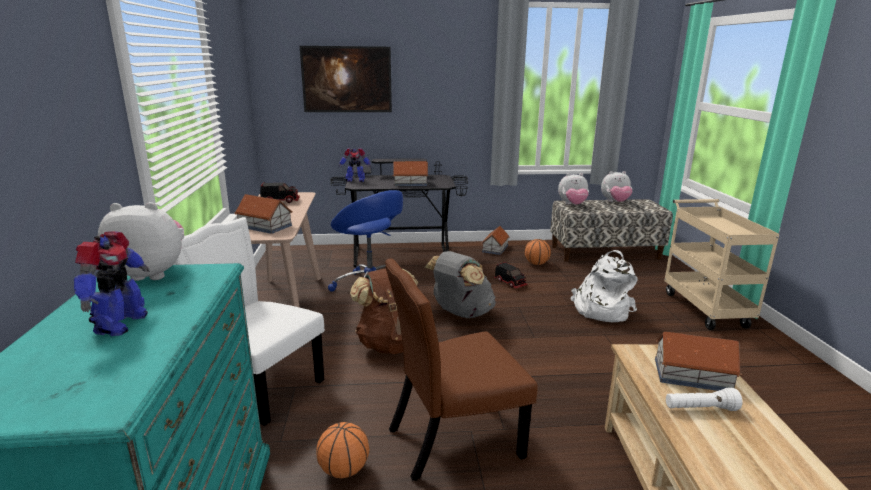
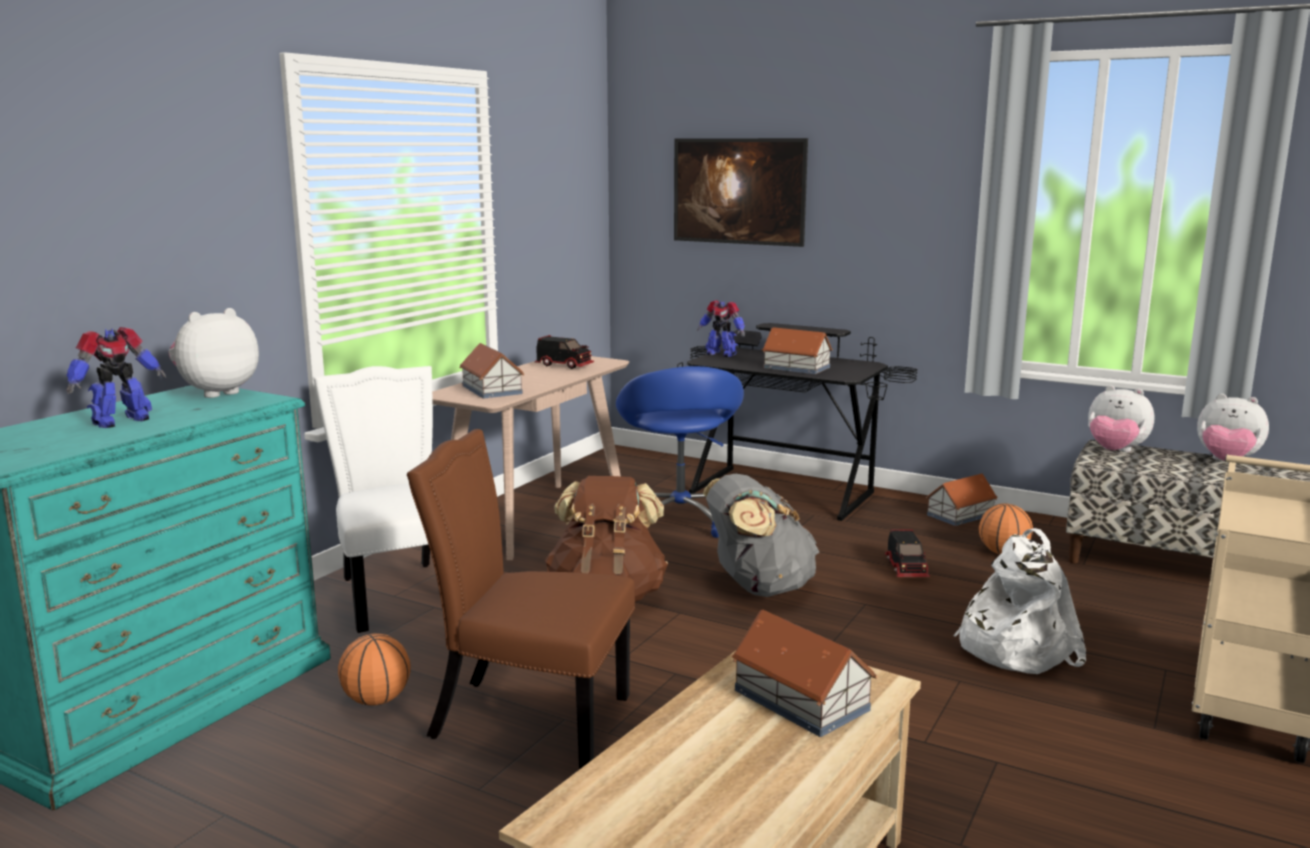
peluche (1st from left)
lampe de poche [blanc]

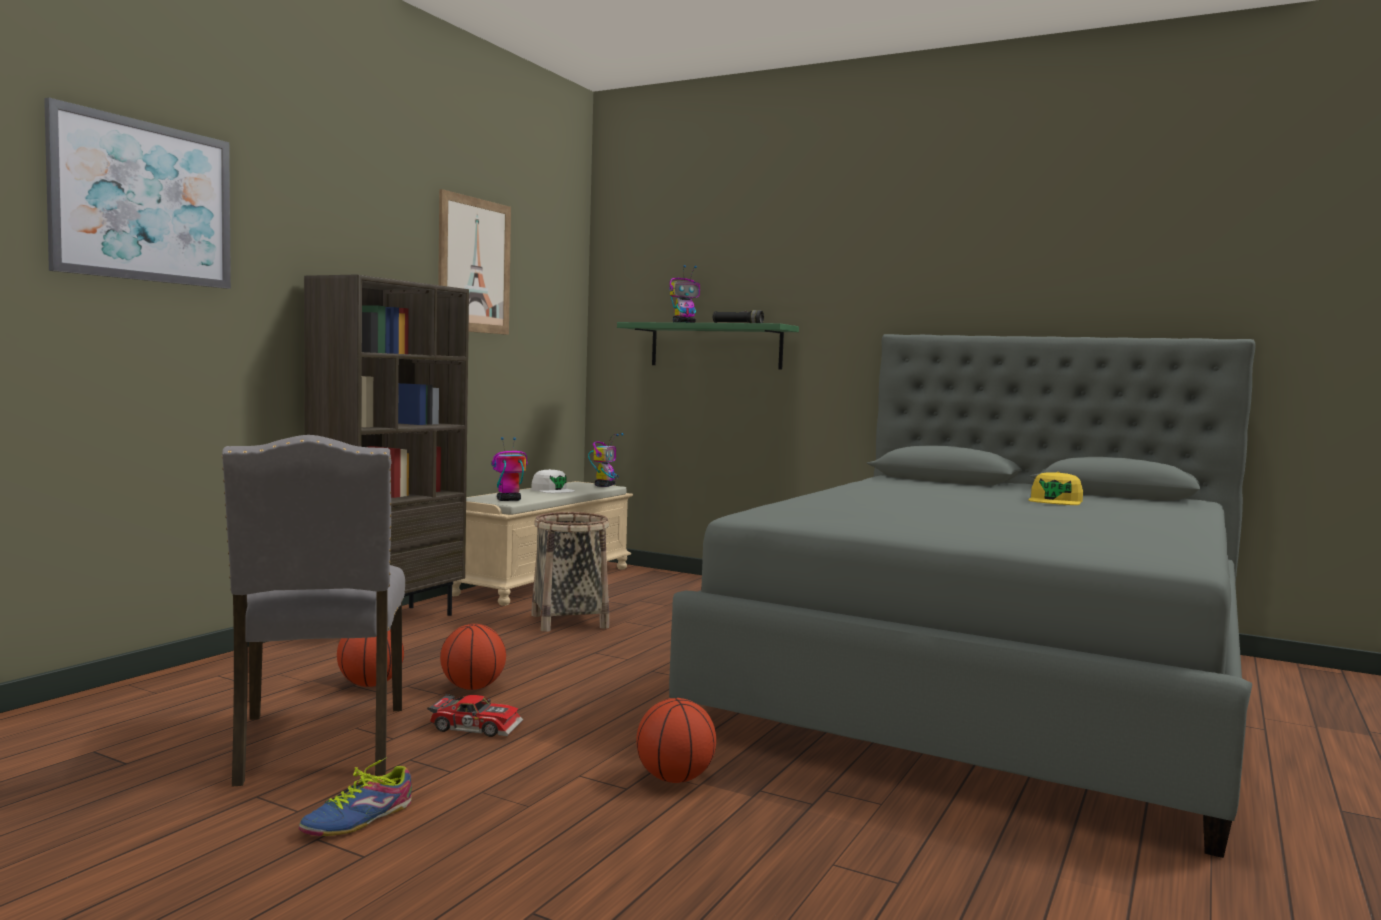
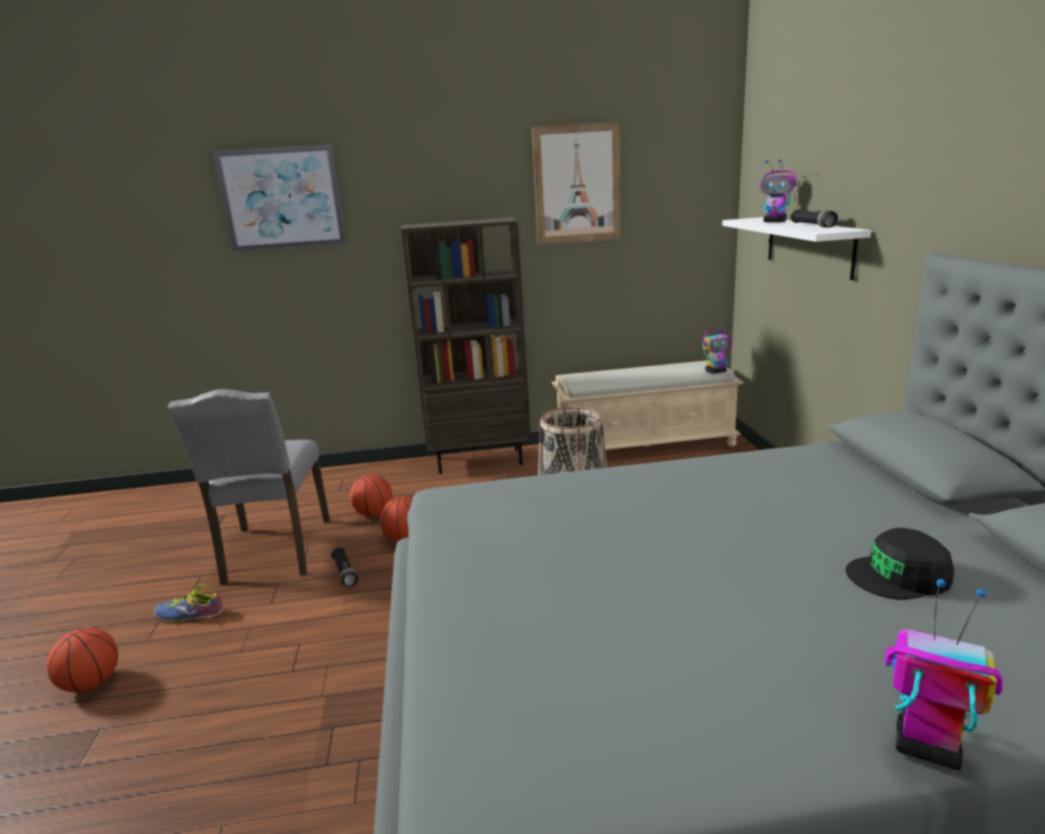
étagère [blanc]
chaise [gris]
robot jouet (3rd from left)
casquette [blanc]
casquette [noir]
lampe de poche [noir] (1st from left)
ballon de basket (1st from left)

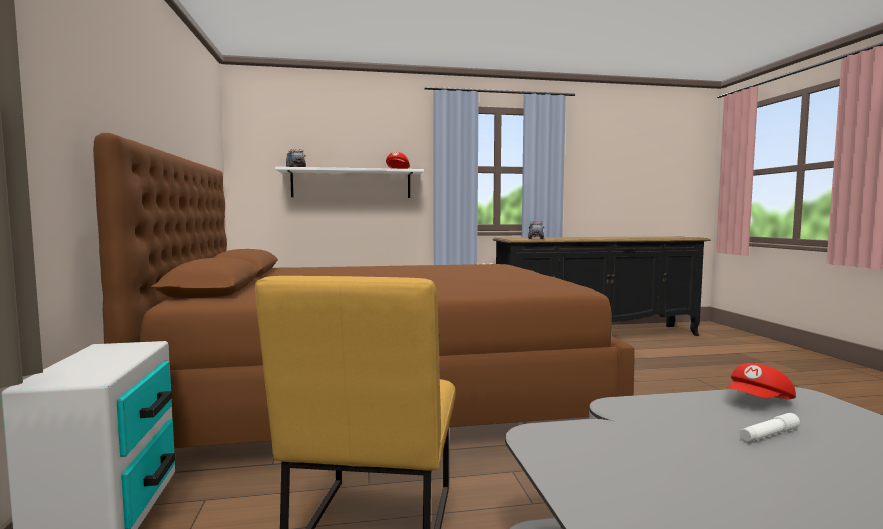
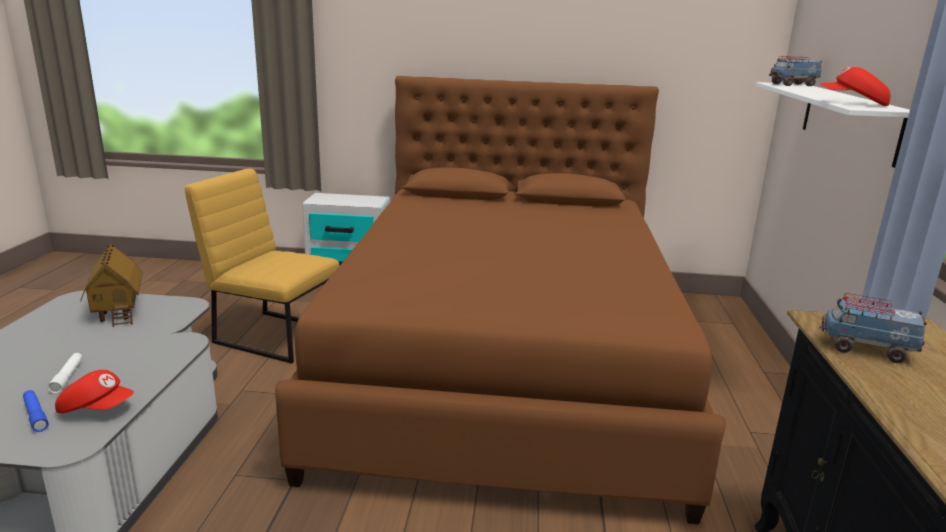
casquette [rouge] (1st from left)
maison miniature
lampe de poche [bleu]

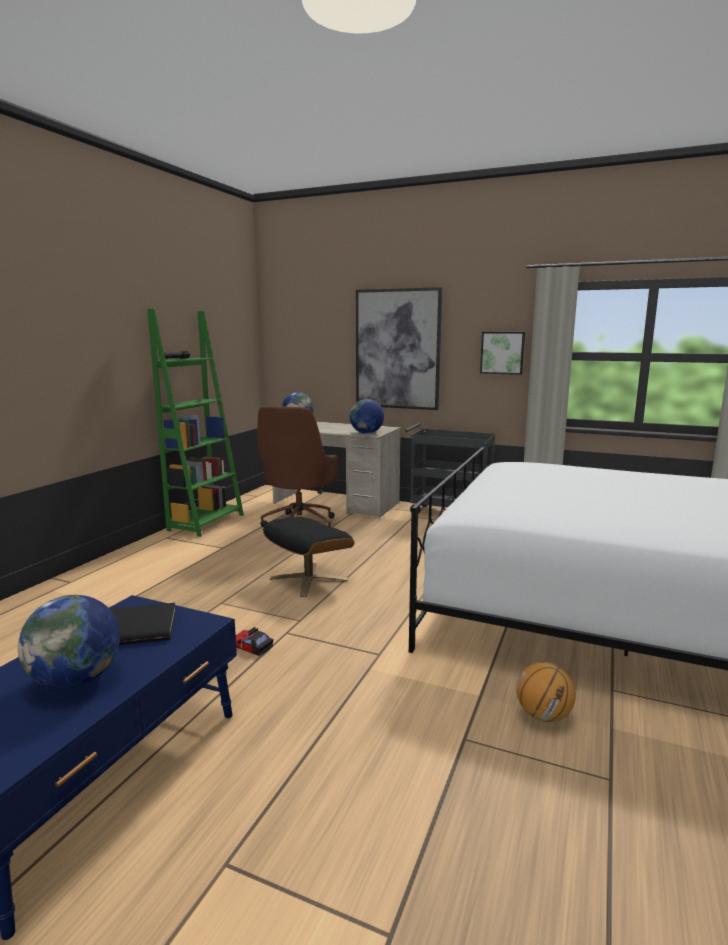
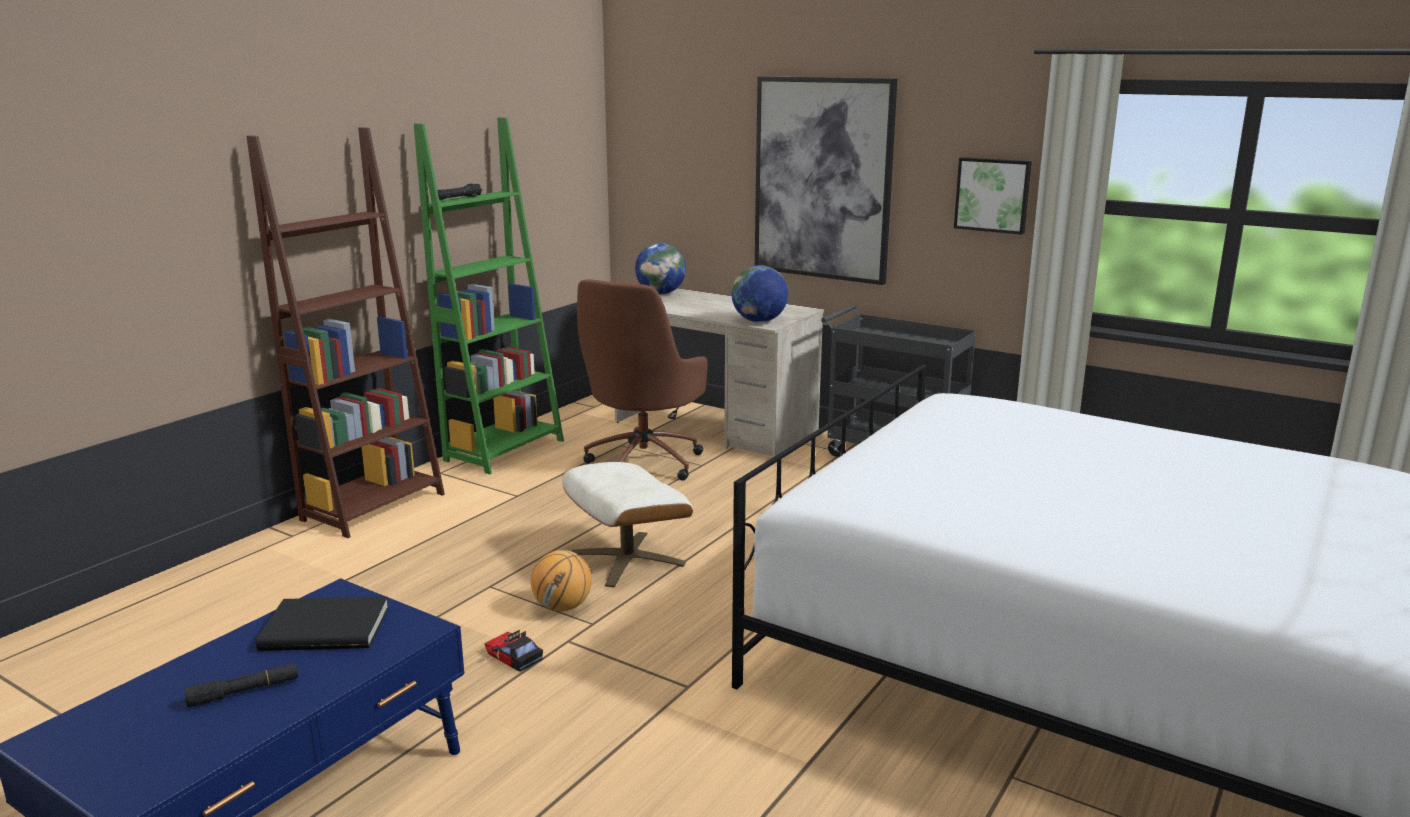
pouf [beige]
lampe de poche [noir] (1st from left)
ballon de basket
bibliothèque [marron]

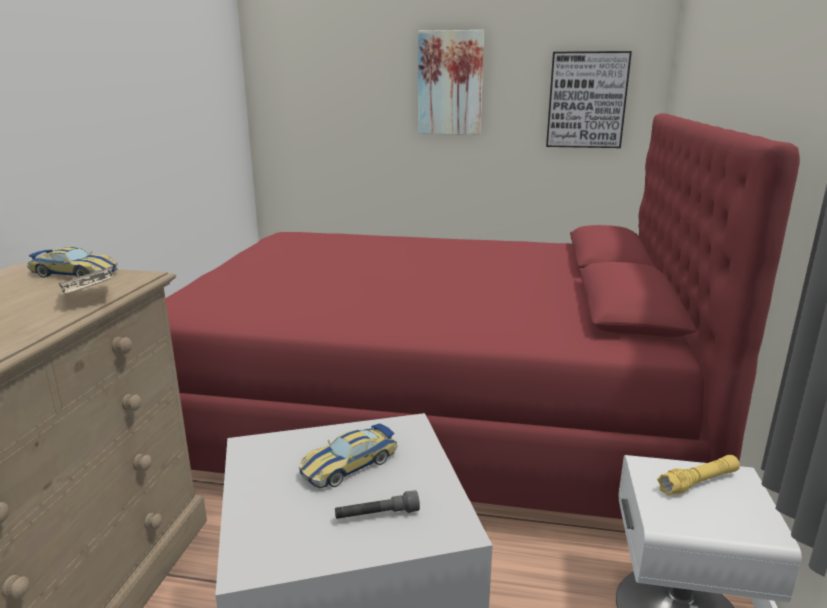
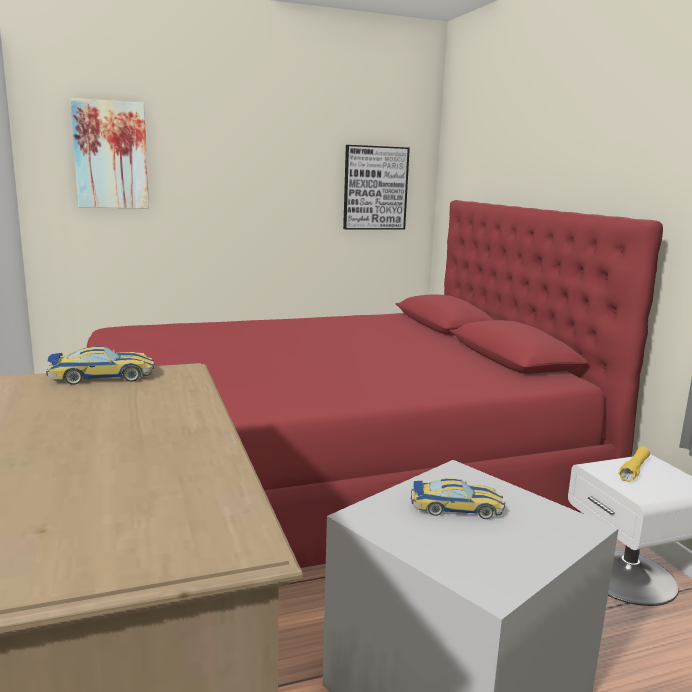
tableau (1st from left)
livre [beige]
petite voiture (2nd from left)
lampe de poche [gris]

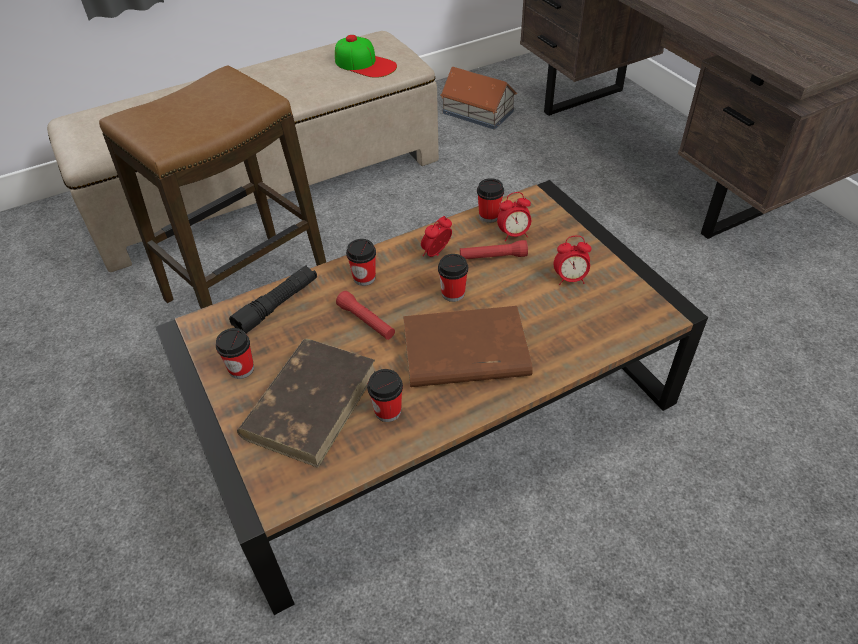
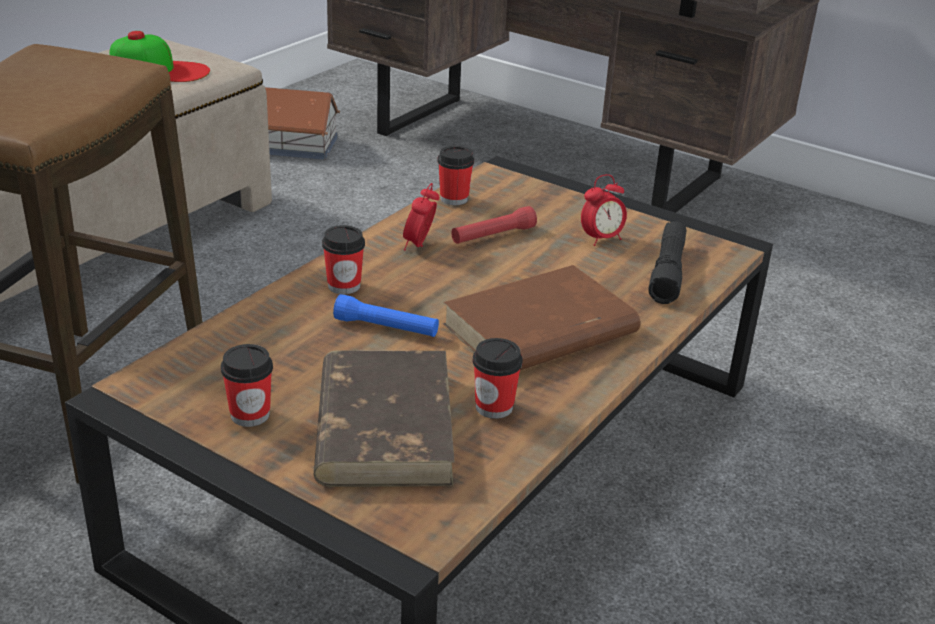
réveil (2nd from left in the first image)
tasse (4th from left in the first image)
lampe de poche [noir]
lampe de poche [bleu]

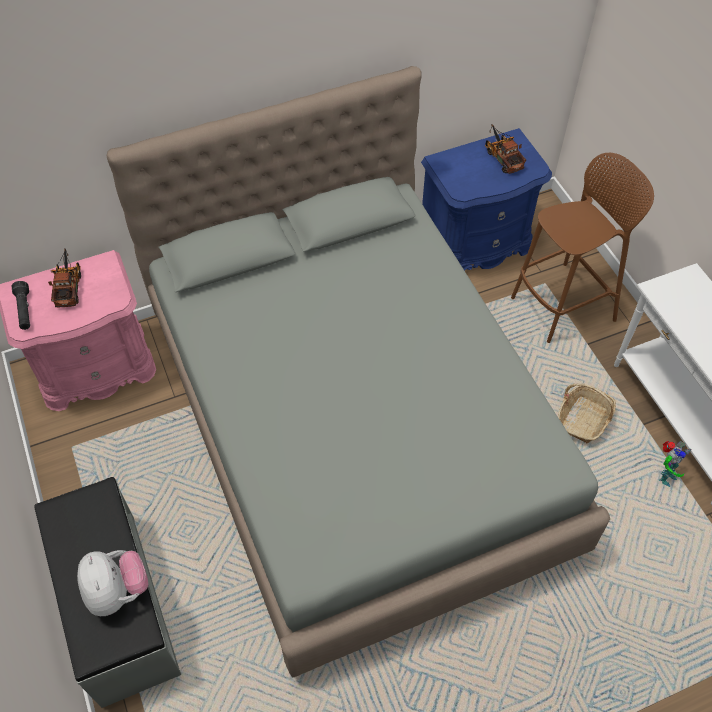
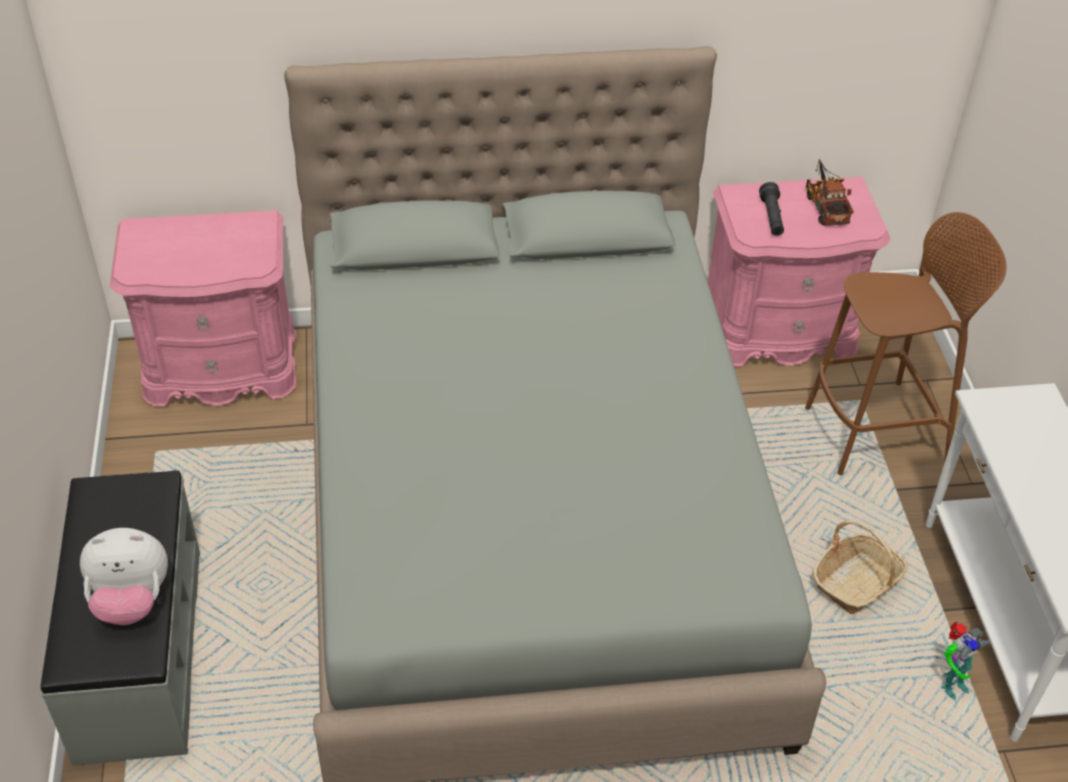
table de chevet [rose] (2nd from left)
camion jouet (1st from left in the first image)
lampe de poche [noir]
peluche

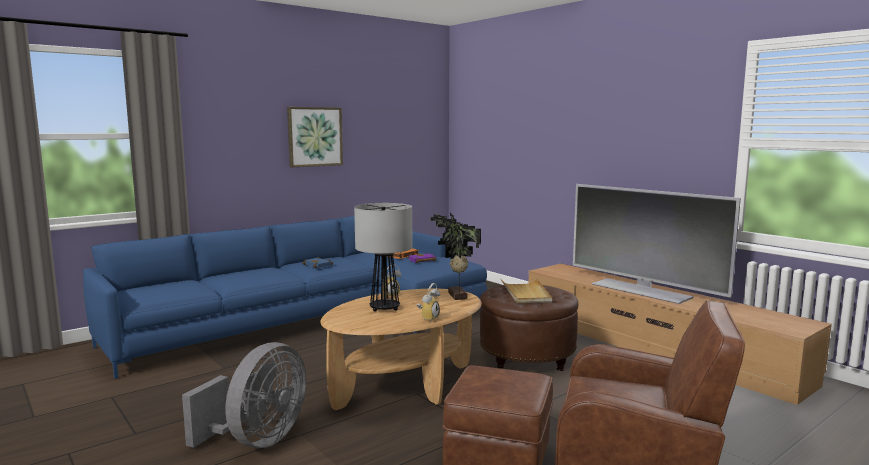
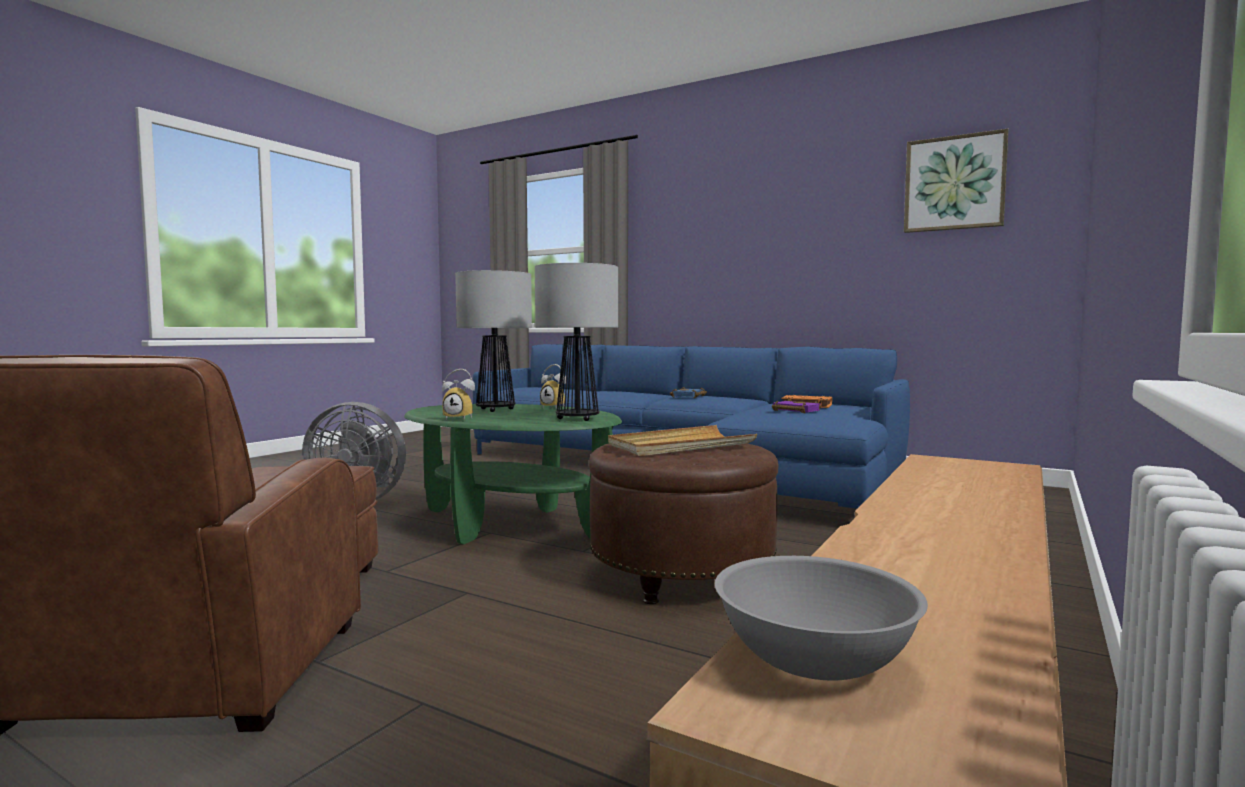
tableau
téléviseur
lampe de table (2nd from left)
table basse [vert]
bol [gris]

